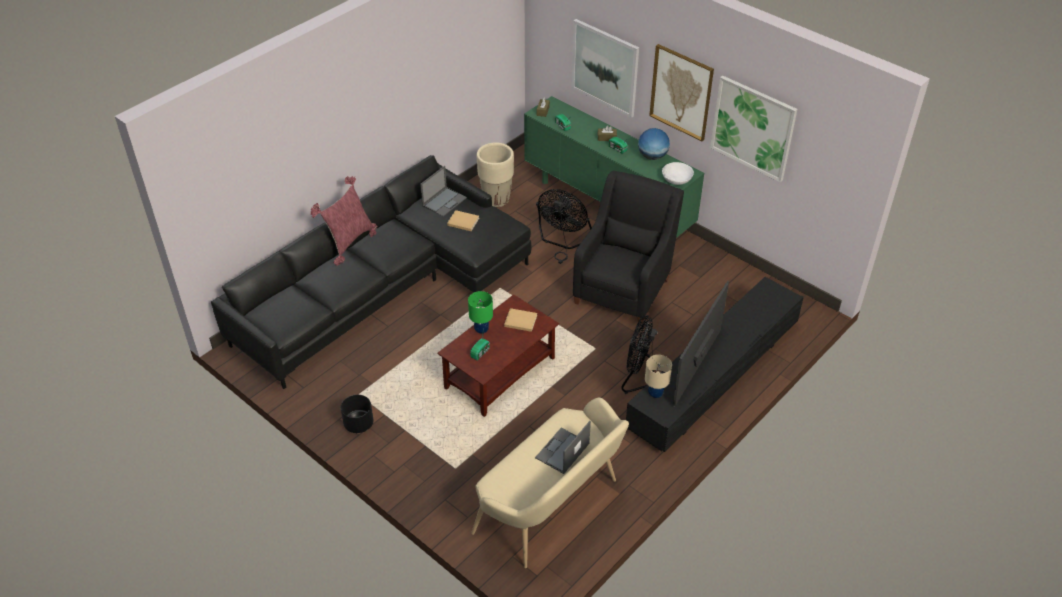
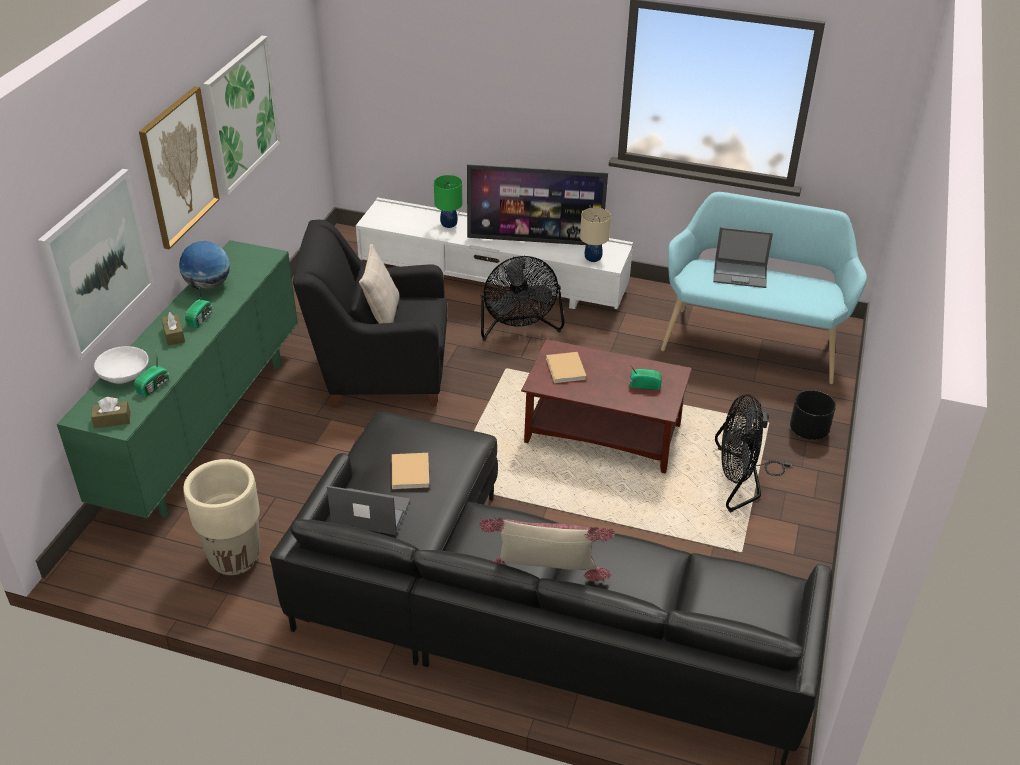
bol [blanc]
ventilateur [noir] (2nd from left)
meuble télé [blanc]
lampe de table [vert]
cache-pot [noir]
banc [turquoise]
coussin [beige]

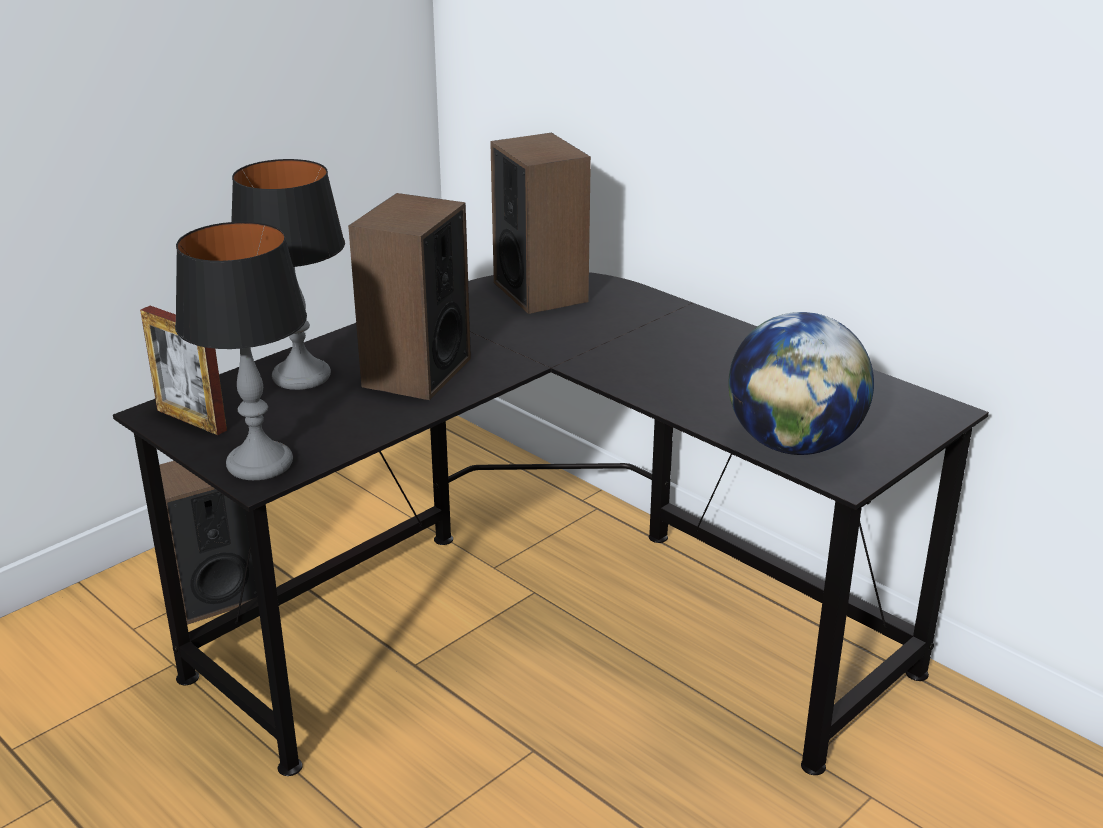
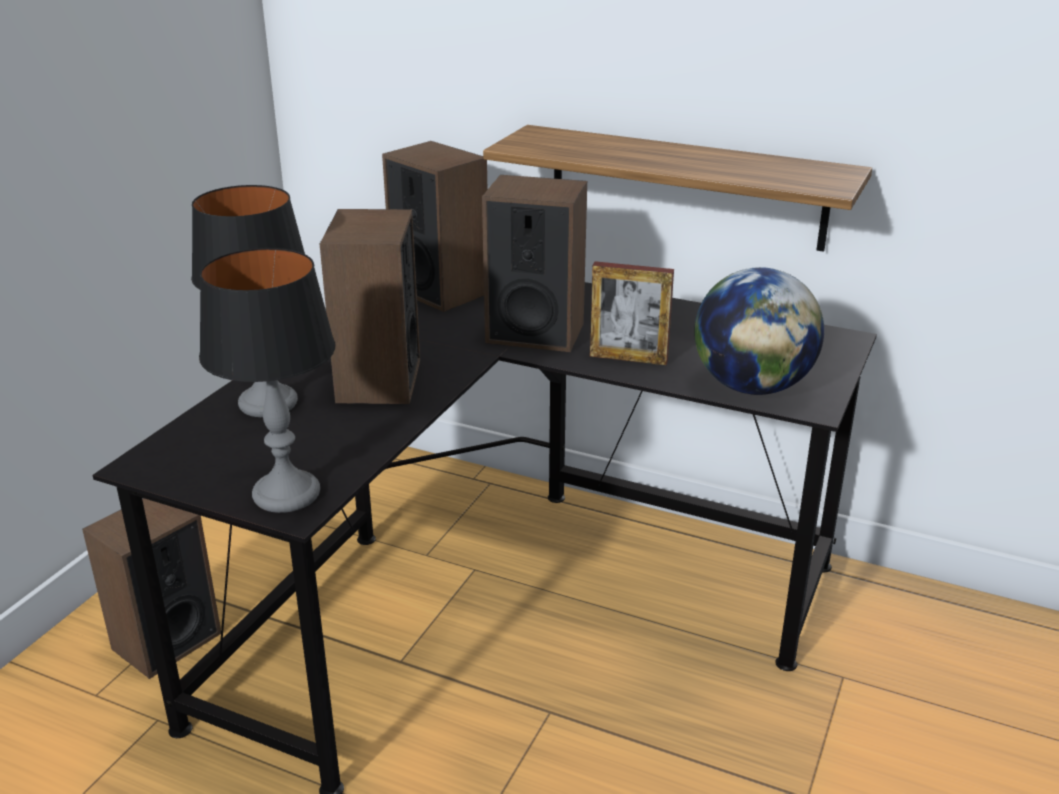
cadre photo
étagère
enceinte (4th from left)

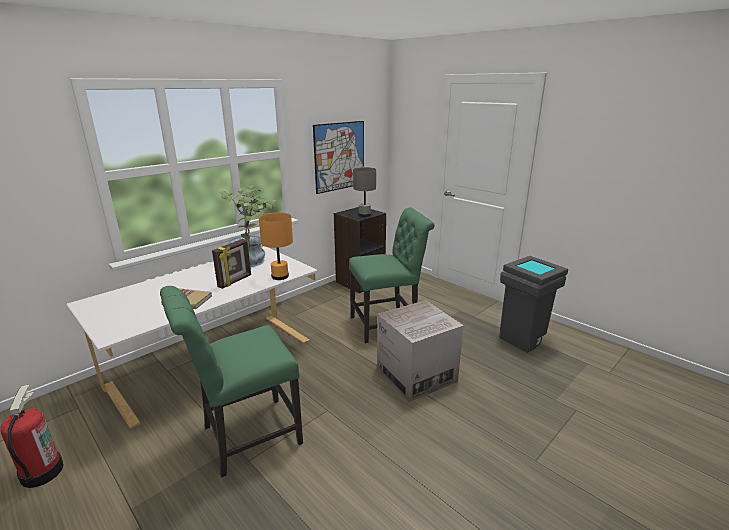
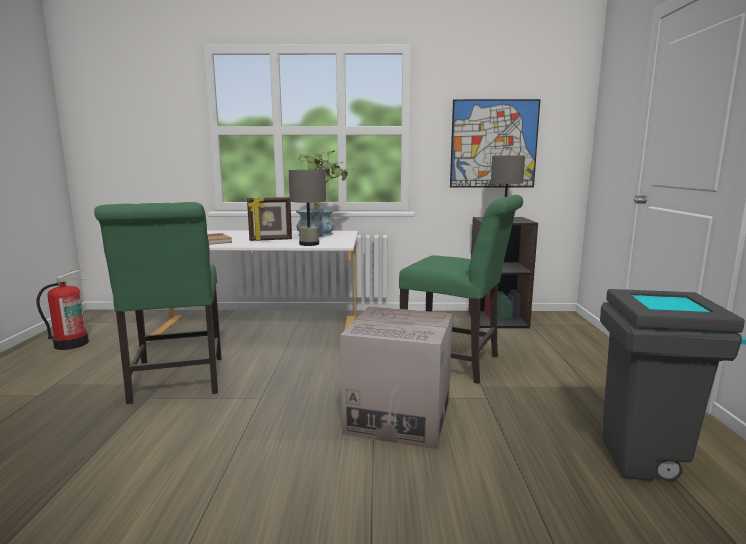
lampe de table [gris] (1st from left)
chaise [vert] (1st from left)

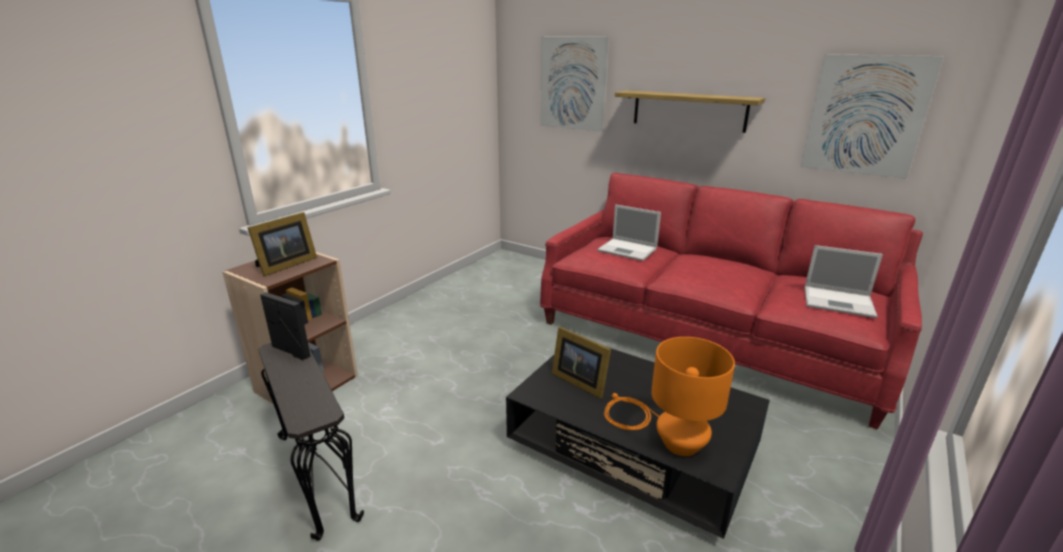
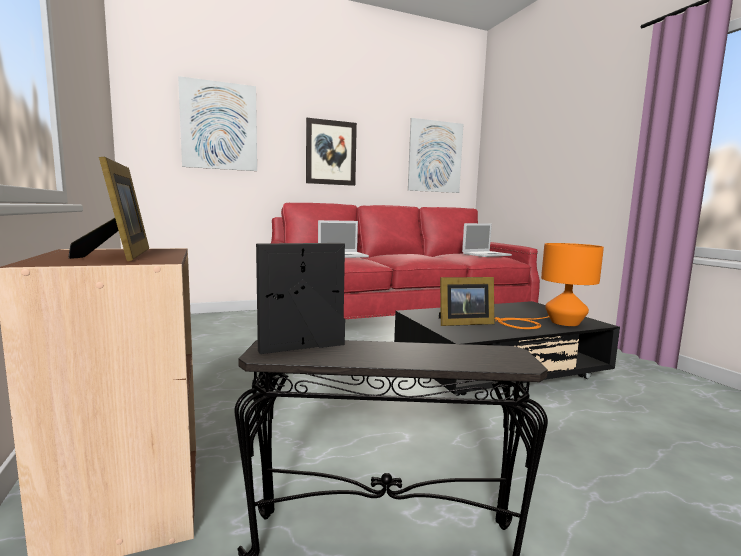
tableau (2nd from left)

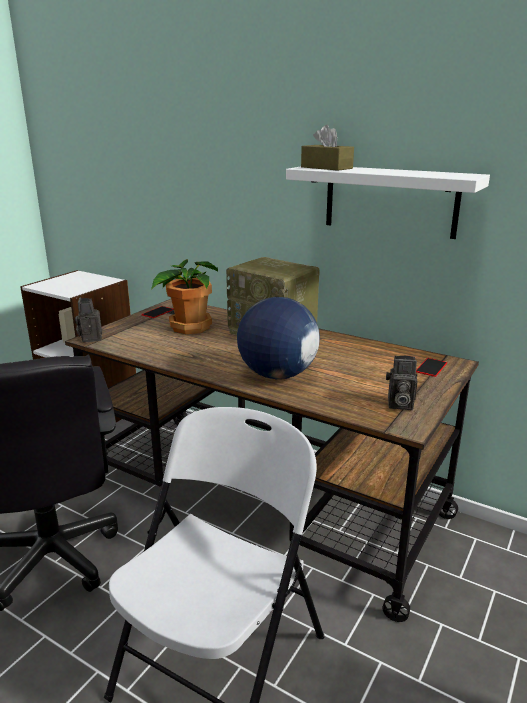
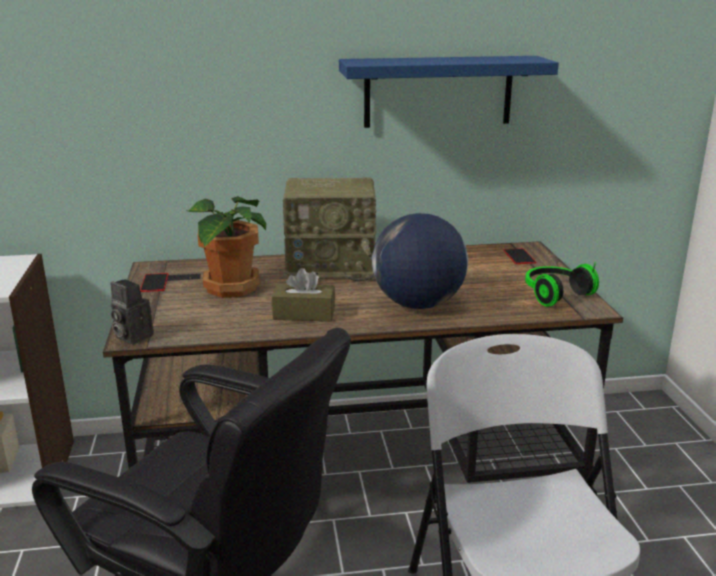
boîte à mouchoirs [marron]
étagère [bleu]
casque audio

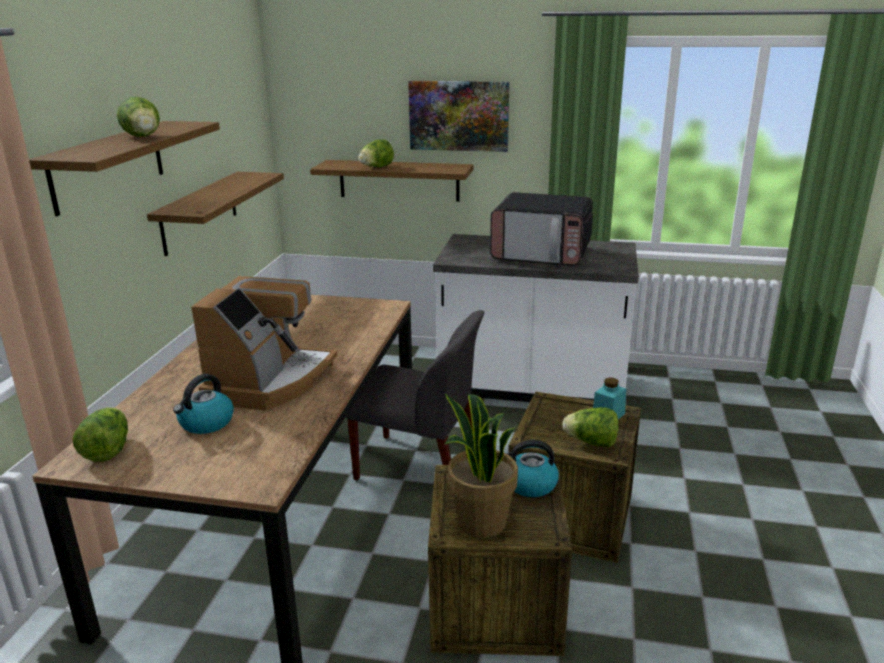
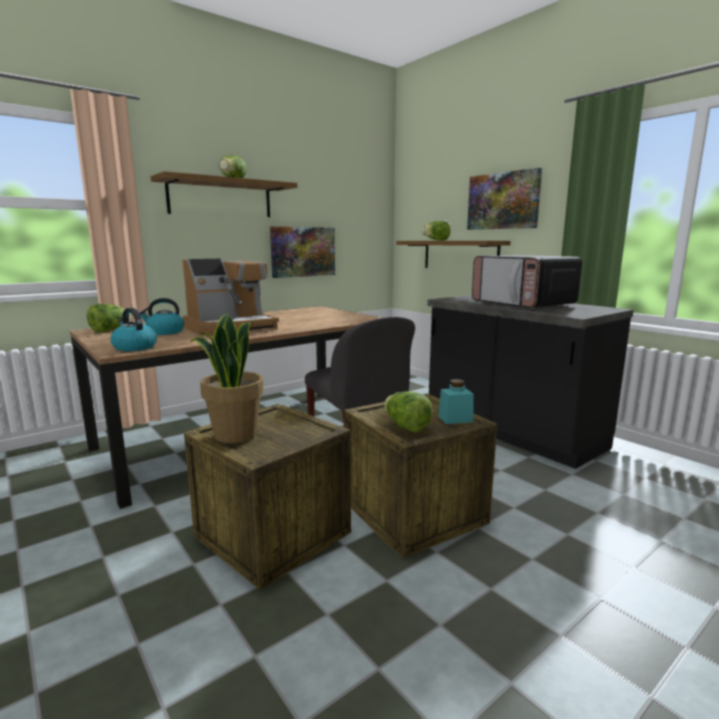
tableau (1st from left)
comptoir de cuisine [noir]
bouilloire (1st from left)

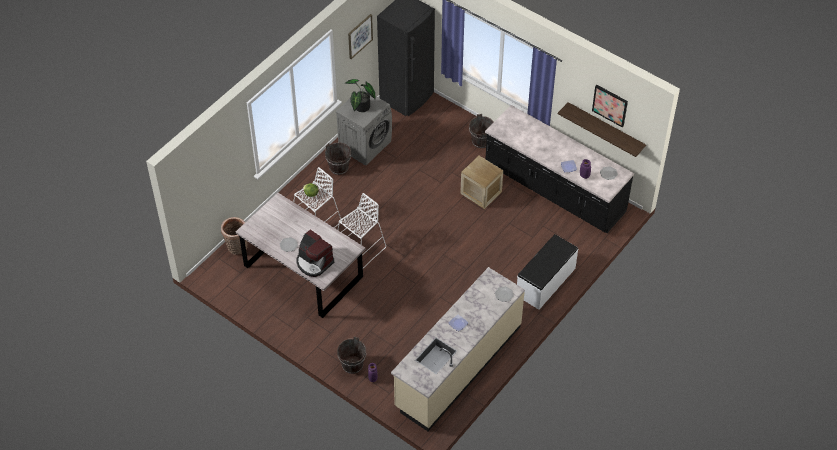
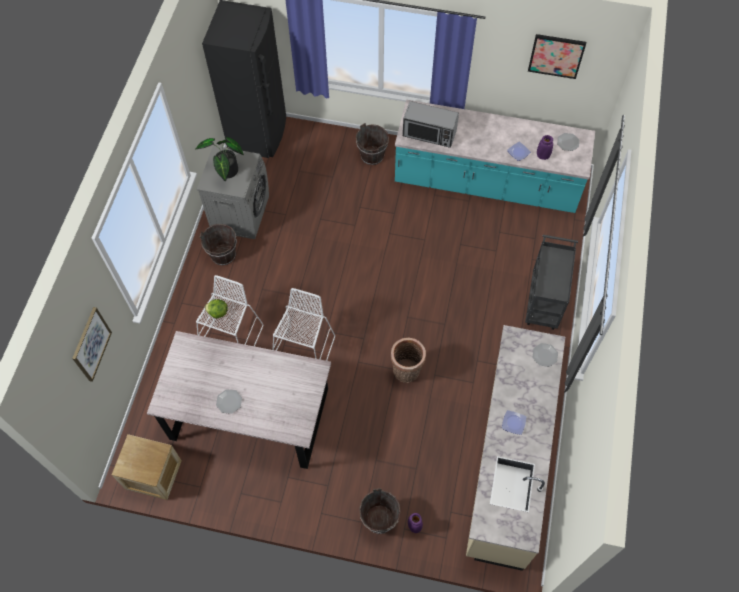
tableau (1st from left)
étagère
comptoir de cuisine [turquoise]
caisse
panier
machine à café
chariot [gris]
micro-ondes

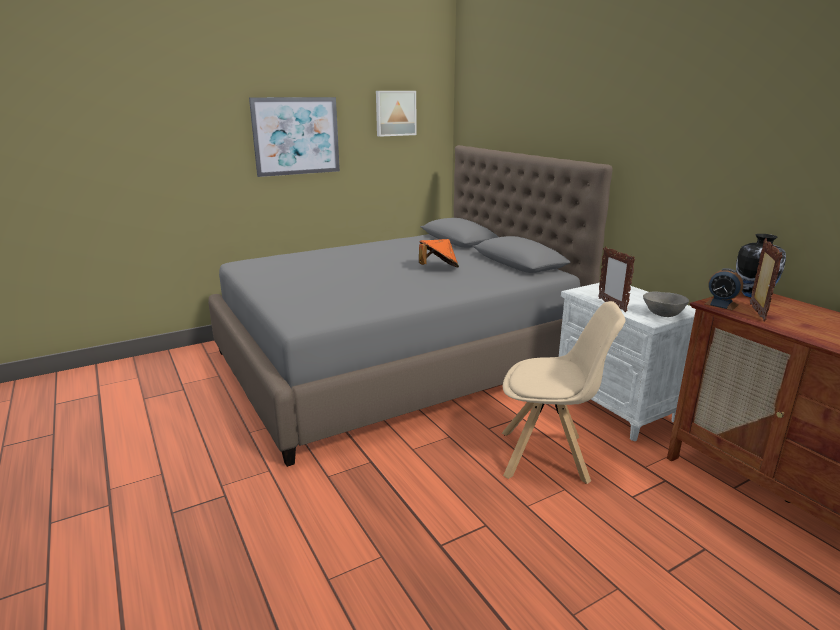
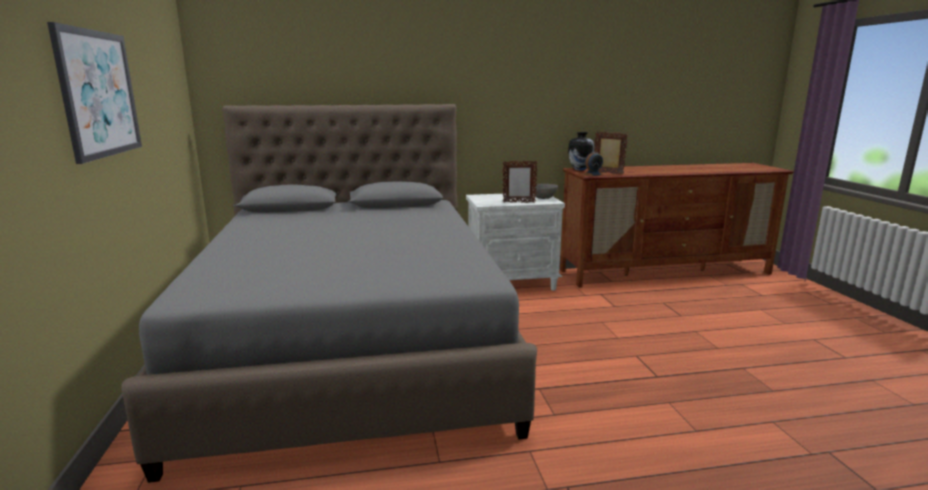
tableau (2nd from left in the first image)
chapeau [orange]
chaise [beige]

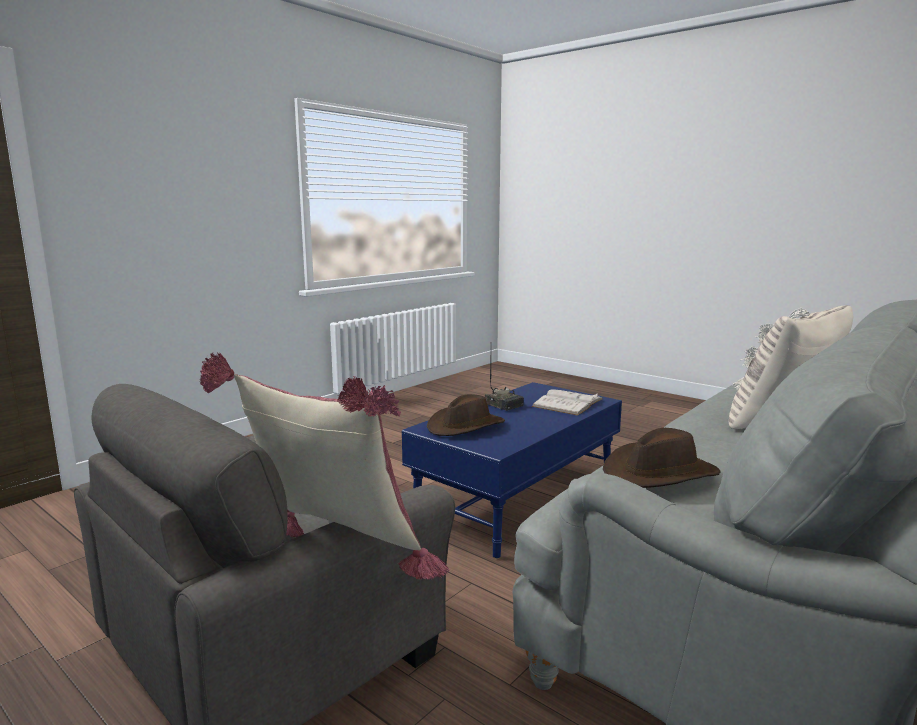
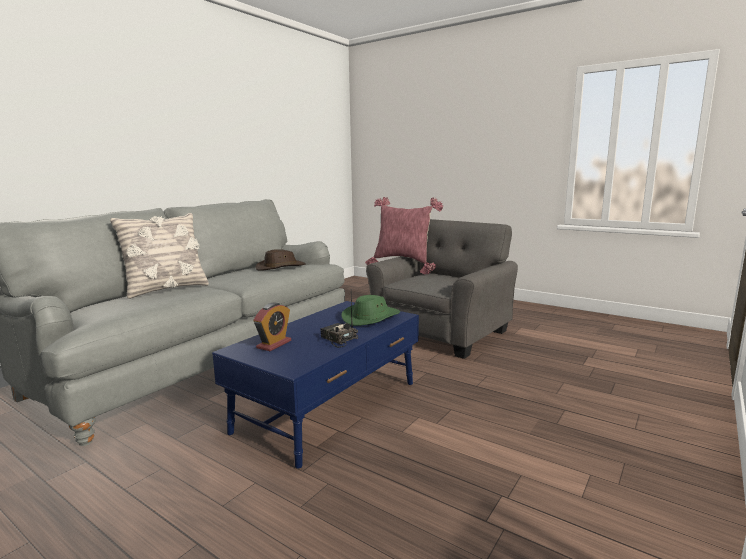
réveil
chapeau [vert]

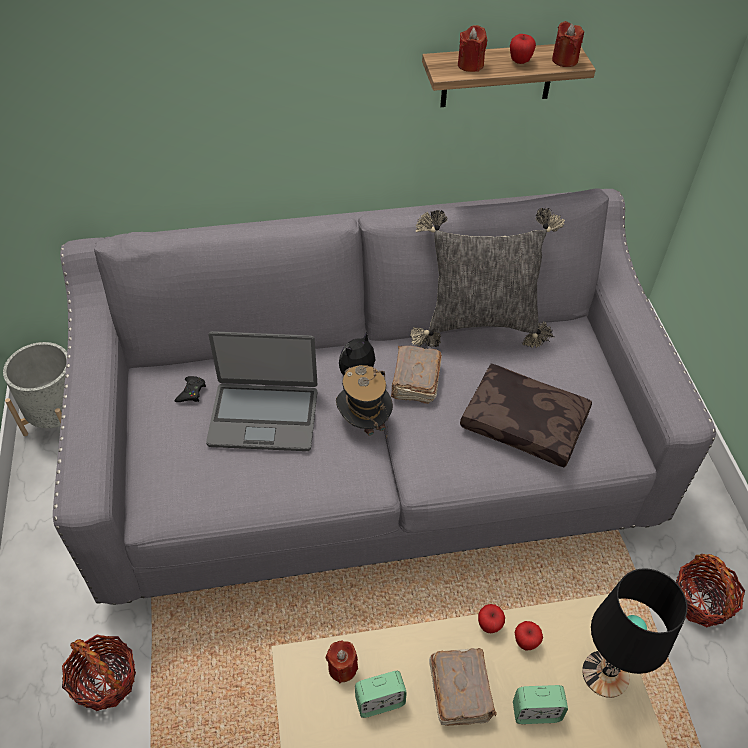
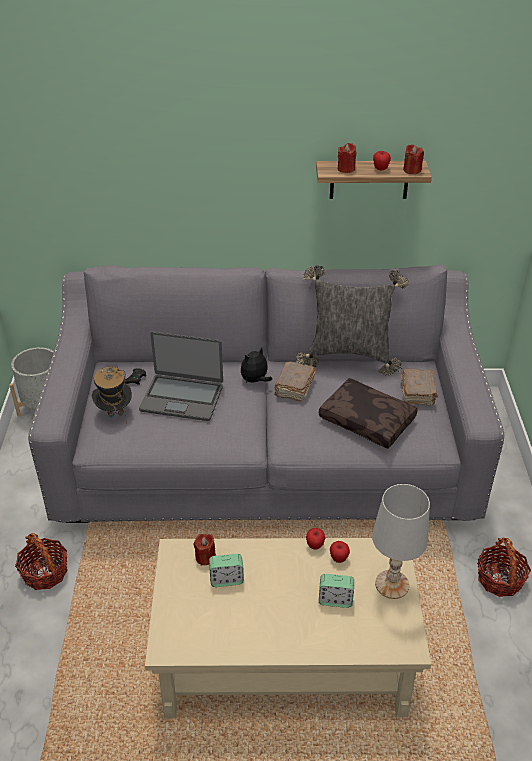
chapeau
lampe de table [blanc]
livre [marron] (2nd from left)

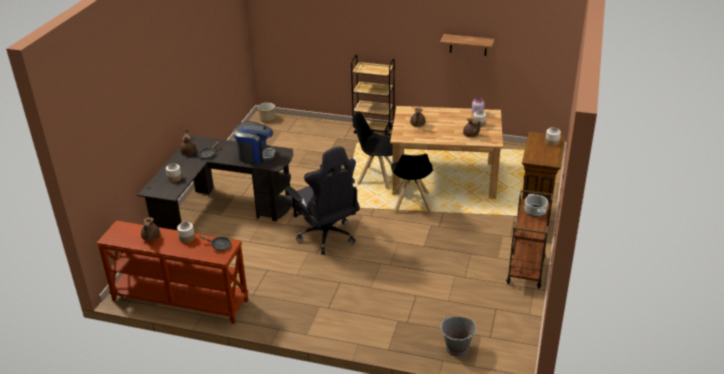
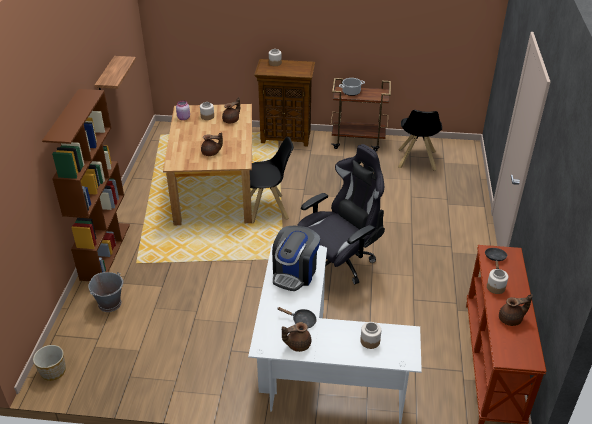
bibliothèque [marron]
chaise [noir] (2nd from left)
machine à café
bureau [blanc]
seau [gris]

